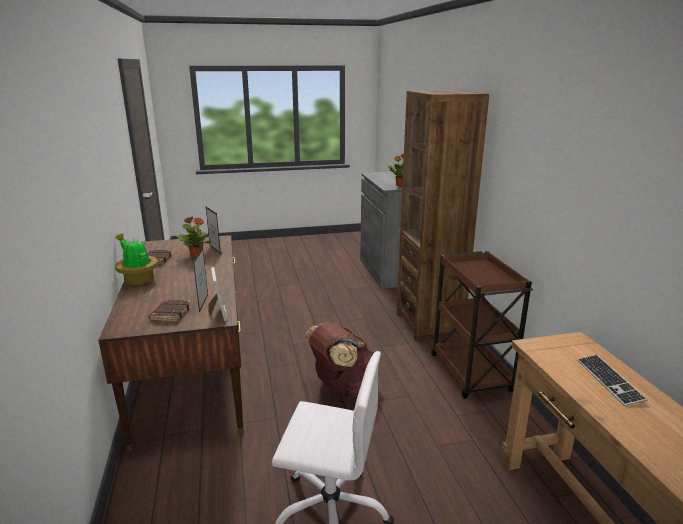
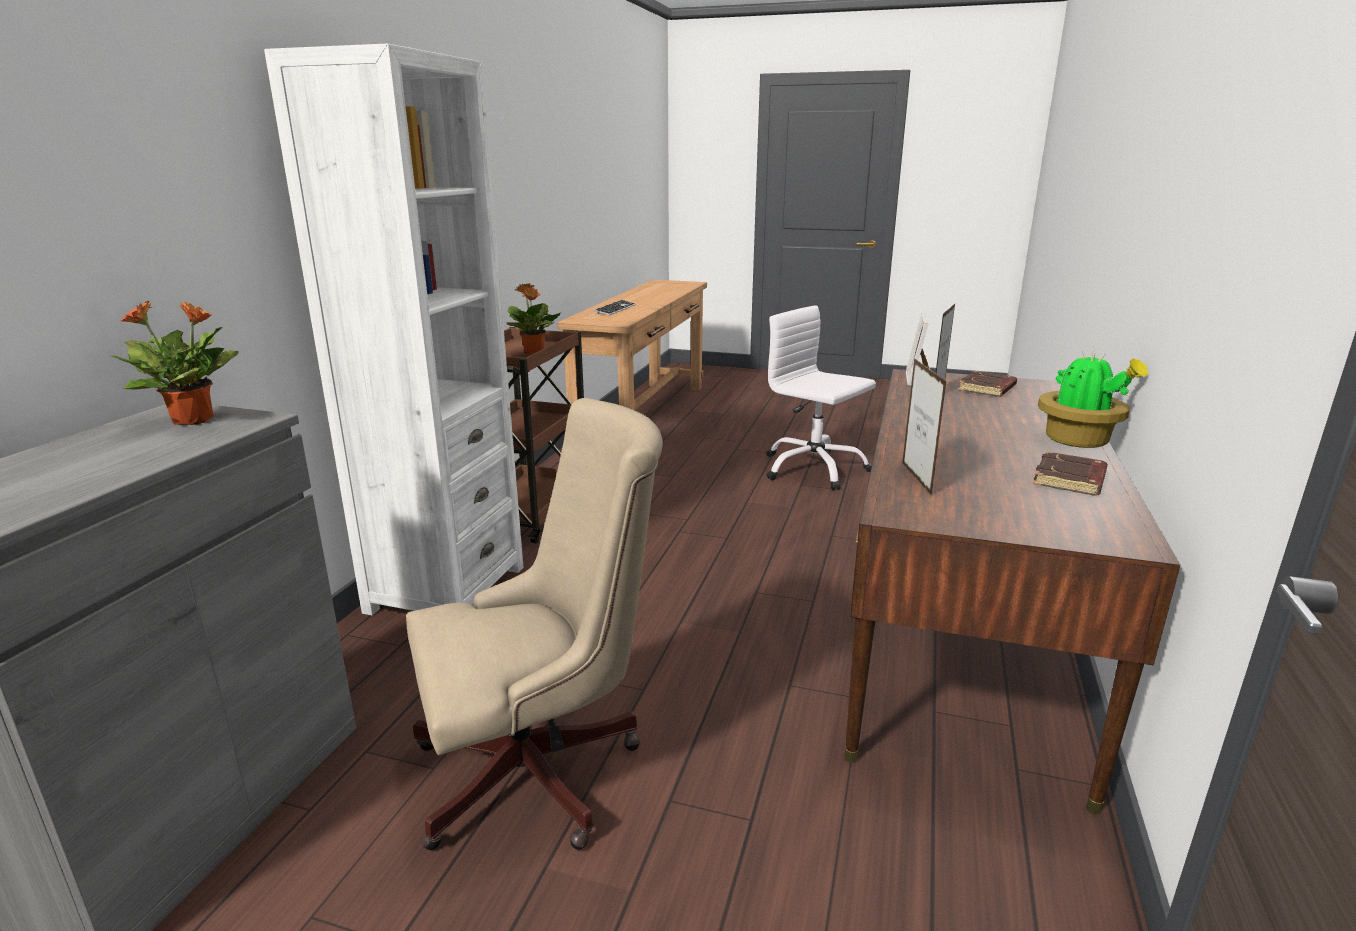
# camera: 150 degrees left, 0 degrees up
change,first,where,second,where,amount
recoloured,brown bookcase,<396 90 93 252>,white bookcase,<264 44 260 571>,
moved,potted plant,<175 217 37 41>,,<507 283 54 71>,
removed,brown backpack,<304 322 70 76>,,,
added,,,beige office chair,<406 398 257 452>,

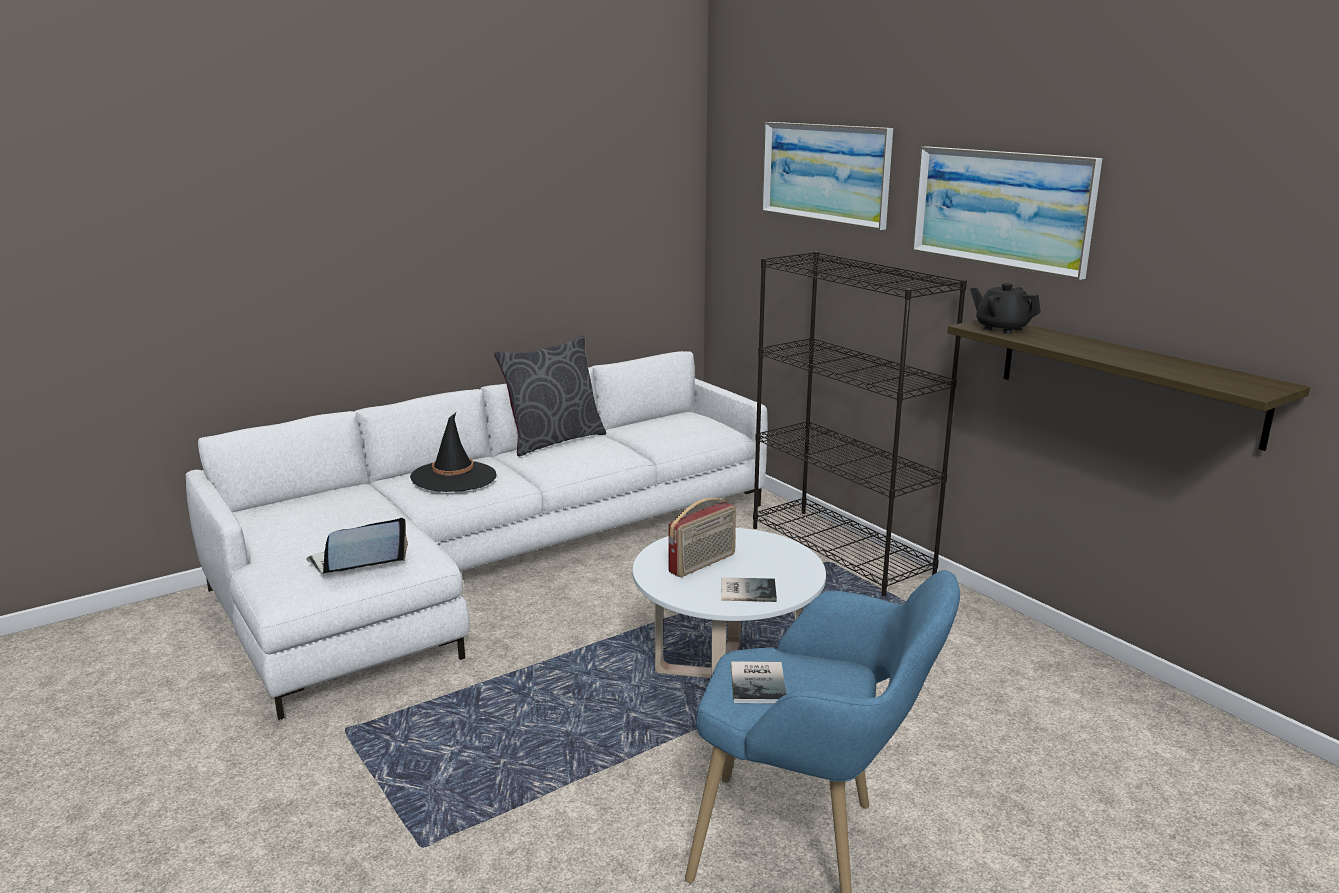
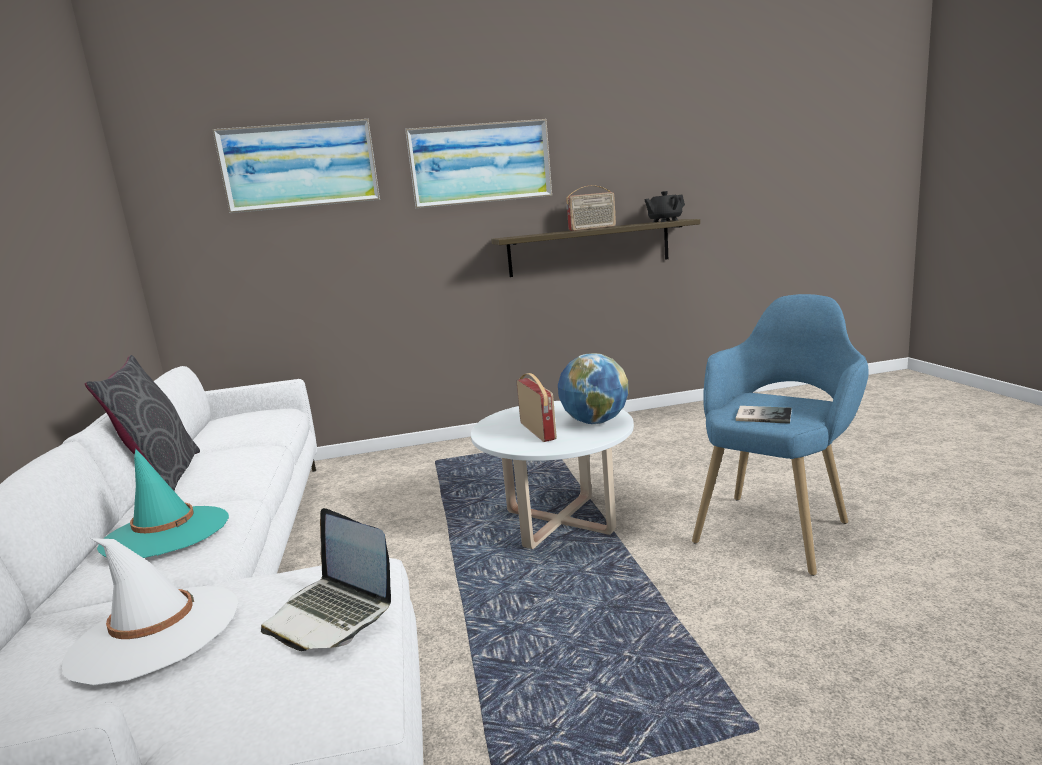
# camera: 65 degrees left, 5 degrees down
change,first,where,second,where,amount
removed,black bookcase,<753 251 214 345>,,,
moved,black teapot,<970 283 71 51>,,<644 191 41 32>,
recoloured,black hat,<410 413 86 79>,turquoise hat,<97 449 132 109>,
turned,laptop,<306 518 102 55>,,<261 508 130 143>,45 degrees counterclockwise
replaced,book,<721 577 56 25>,globe,<558 353 71 71>,
added,,,radio,<566 185 50 46>,
added,,,white hat,<62 538 176 148>,

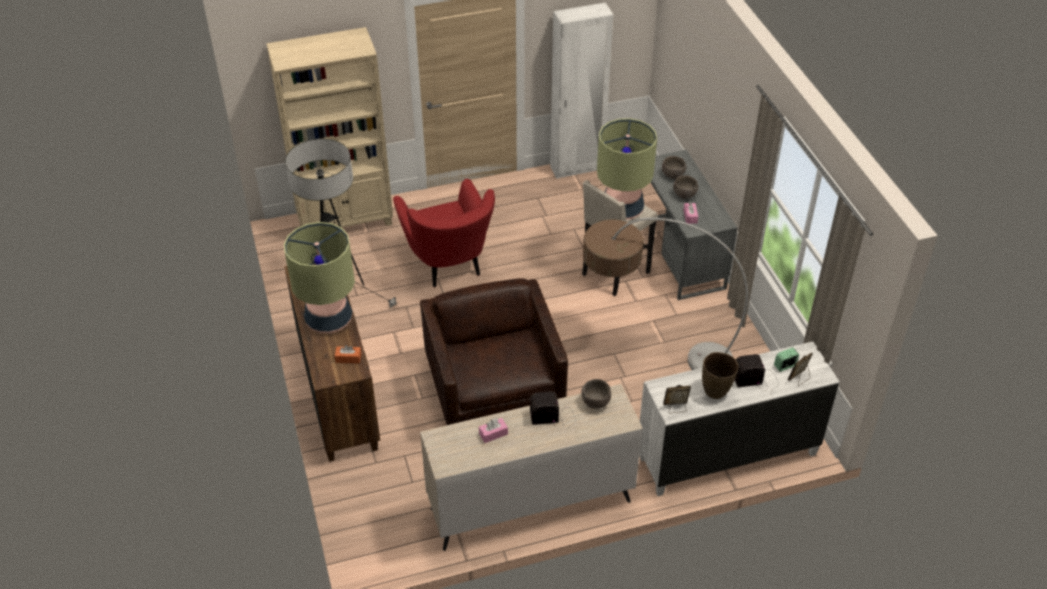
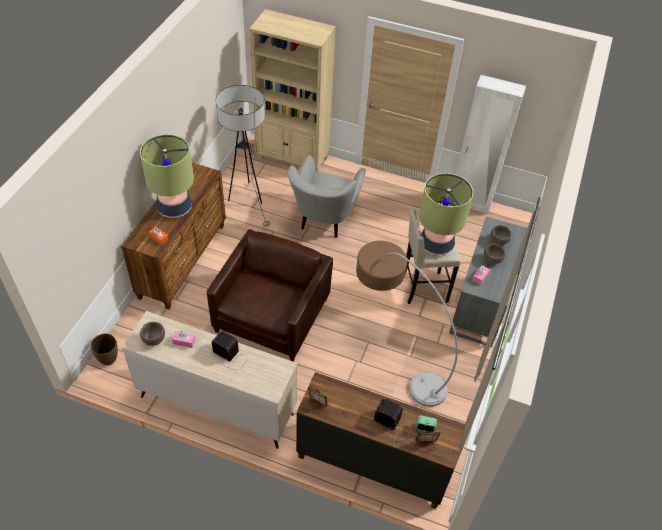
# camera: 35 degrees right, 5 degrees up
change,first,where,second,where,amount
recoloured,red armchair,<393 179 102 108>,grey armchair,<288 155 78 83>,
recoloured,white dresser,<640 341 200 155>,brown dresser,<296 372 170 137>,
moved,brown vase,<702 352 36 47>,,<91 333 27 32>,
moved,brown bowl,<581 379 30 30>,,<140 322 25 24>,

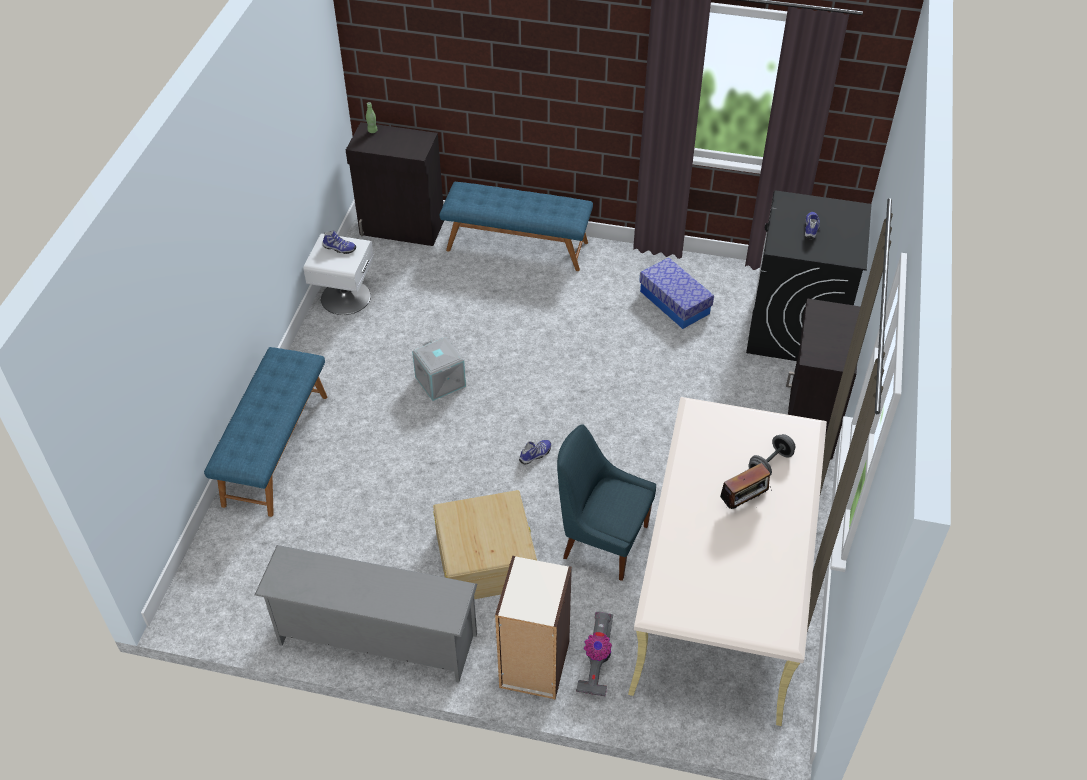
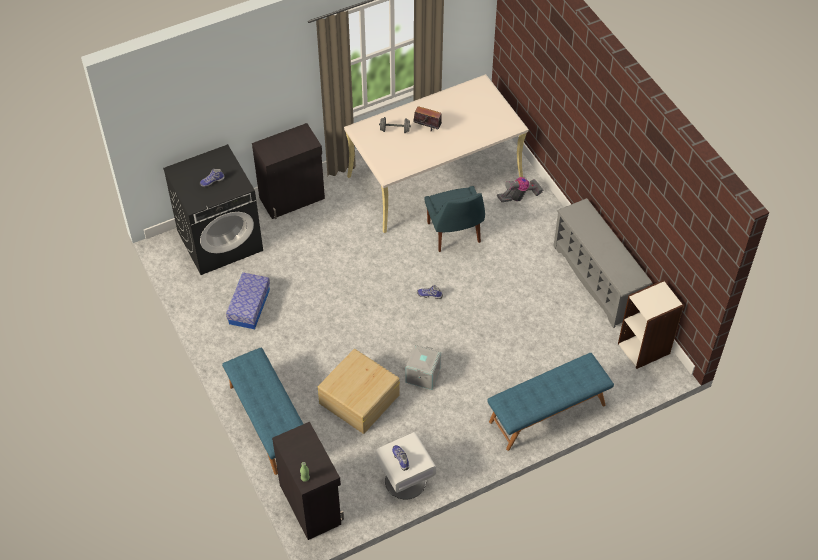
# camera: 130 degrees left, 5 degrees up
change,first,where,second,where,amount
moved,beige storage box,<433 490 104 109>,,<318 349 82 85>,
moved,bookcase,<495 556 77 143>,,<618 280 66 89>,

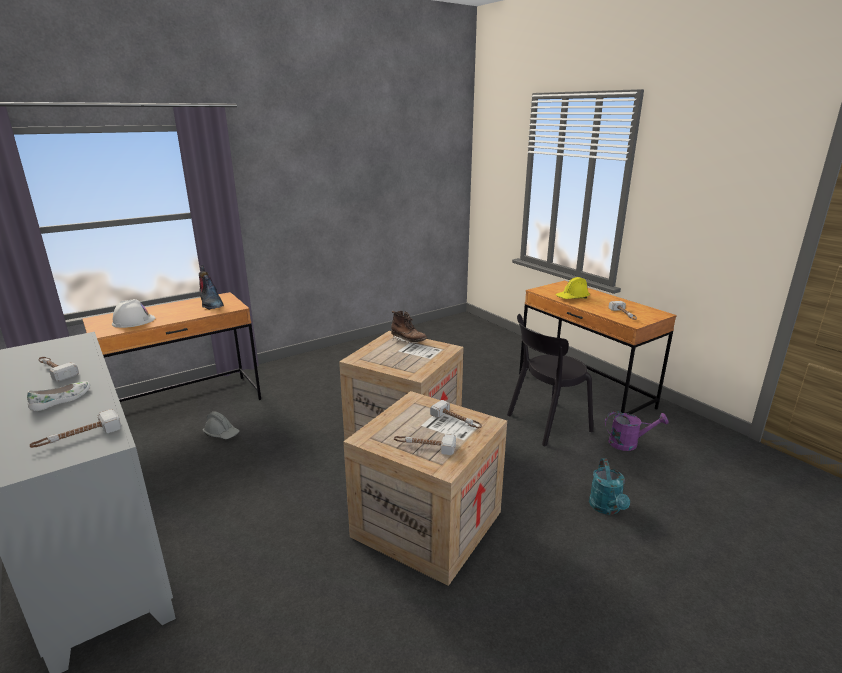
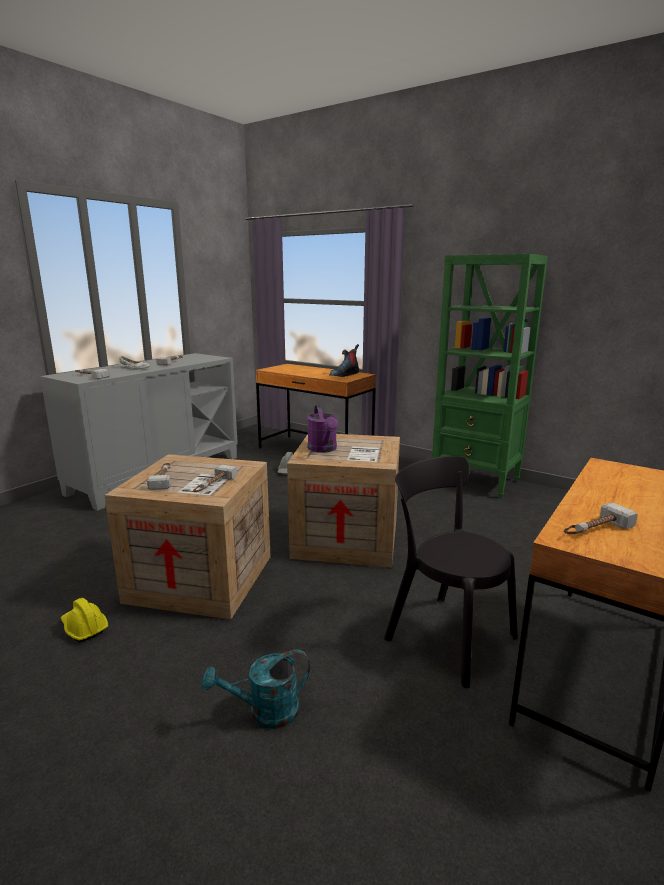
# camera: 70 degrees right, 5 degrees down
change,first,where,second,where,amount
moved,yellow hard hat,<556 277 34 22>,,<61 598 47 44>,
removed,white hard hat,<112 299 43 29>,,,
removed,brown boot,<391 311 36 33>,,,
moved,purple watering can,<605 411 64 40>,,<307 405 31 48>,
added,,,green bookcase,<432 254 116 245>,

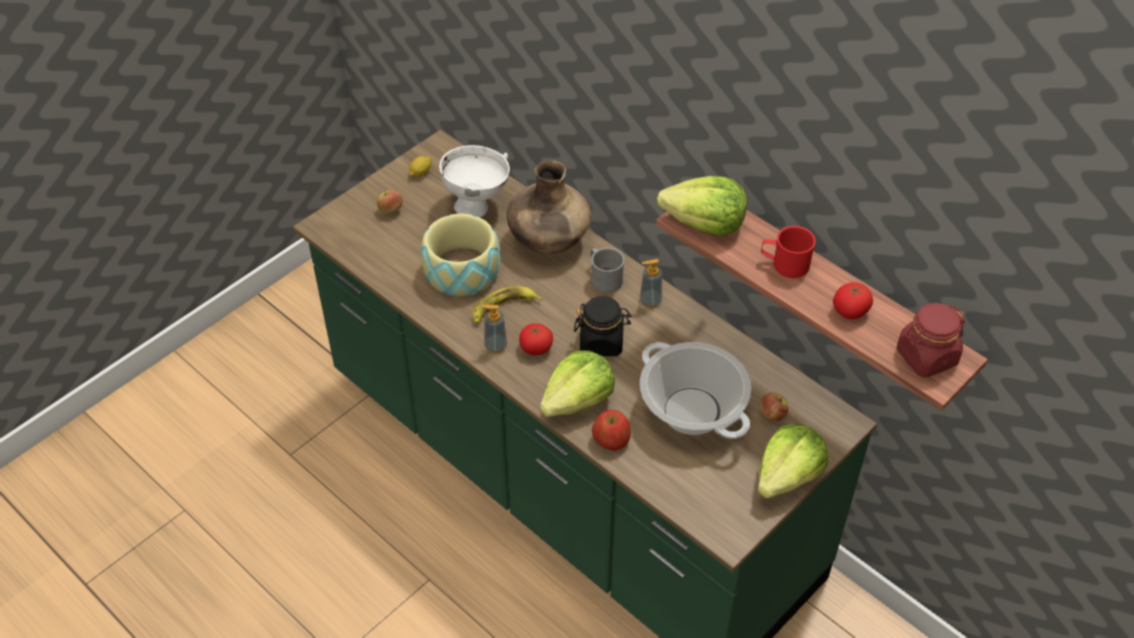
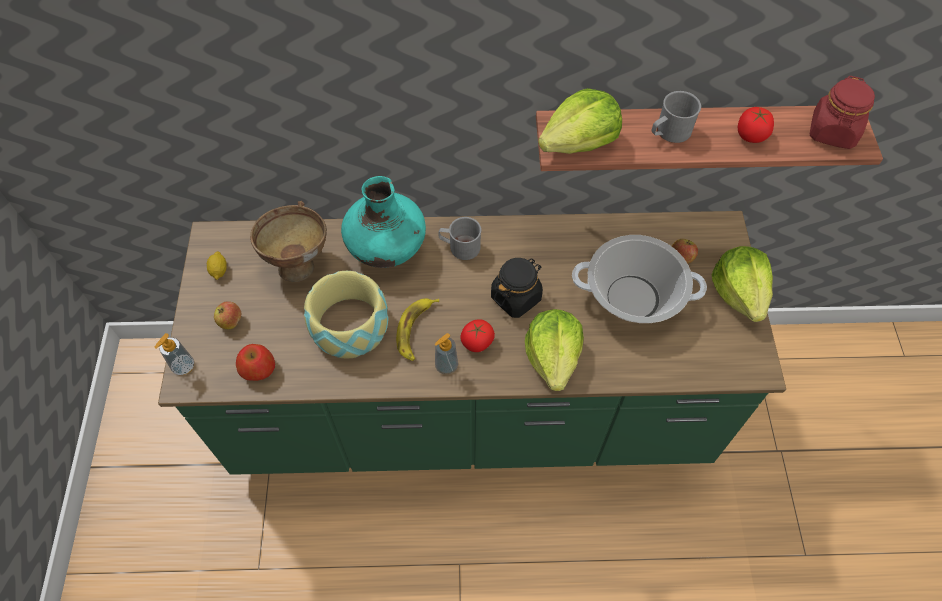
# camera: 45 degrees left, 10 degrees up
change,first,where,second,where,amount
recoloured,white bowl,<439 145 71 72>,brown bowl,<250 201 77 81>,
recoloured,brown vase,<507 161 84 92>,turquoise vase,<341 176 85 92>,
recoloured,red mug,<761 226 55 52>,grey mug,<651 91 50 52>,
moved,soap dispenser,<640 259 22 49>,,<154 333 40 42>,
moved,apple,<592 410 39 41>,,<236 344 39 37>,

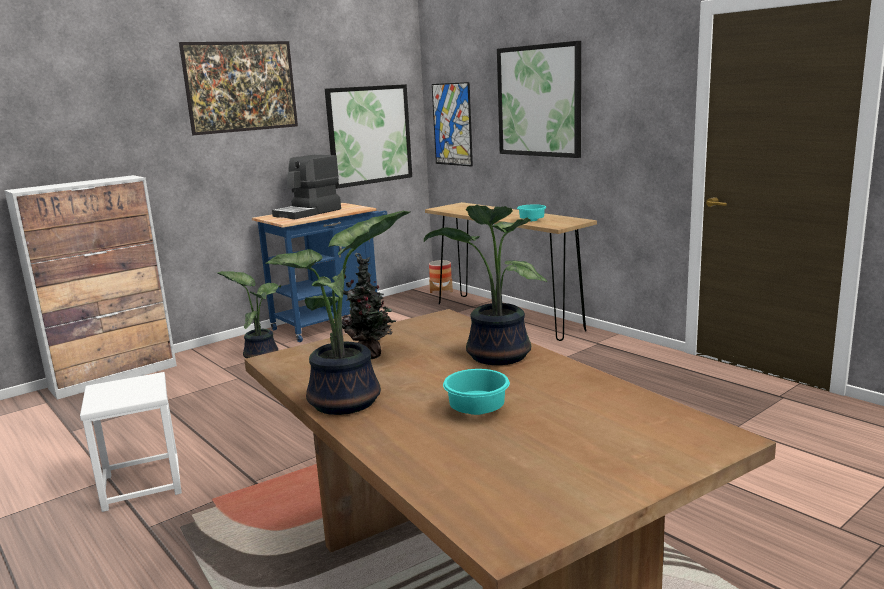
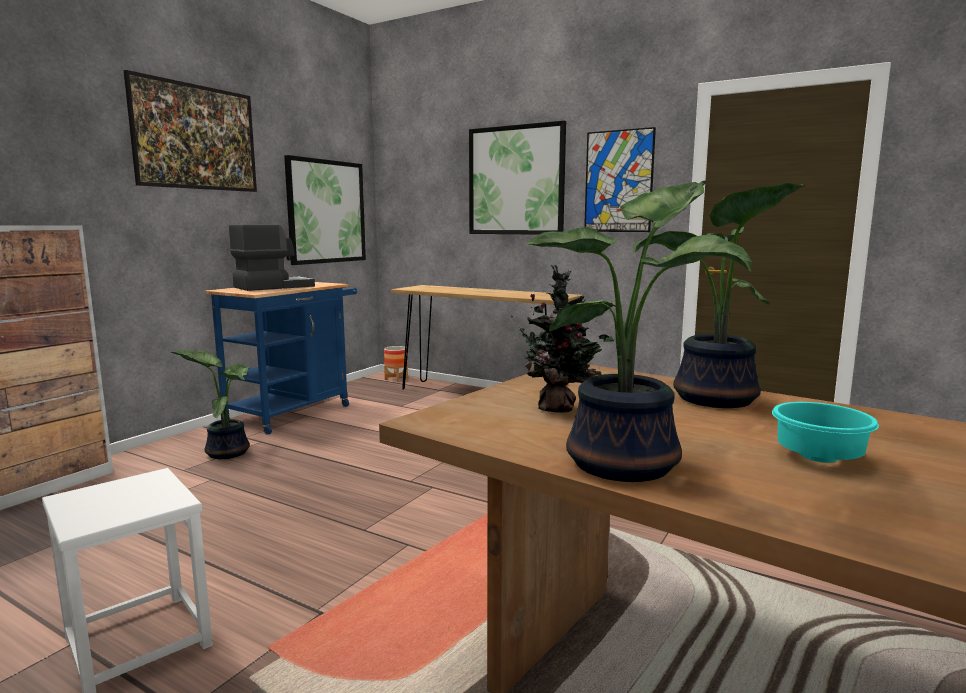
# camera: 20 degrees left, 5 degrees down
change,first,where,second,where,amount
moved,picture,<432 82 41 85>,,<584 127 72 105>,
turned,coffee machine,<272 155 69 64>,,<229 224 86 67>,150 degrees counterclockwise
removed,turquoise bowl,<517 204 30 17>,,,

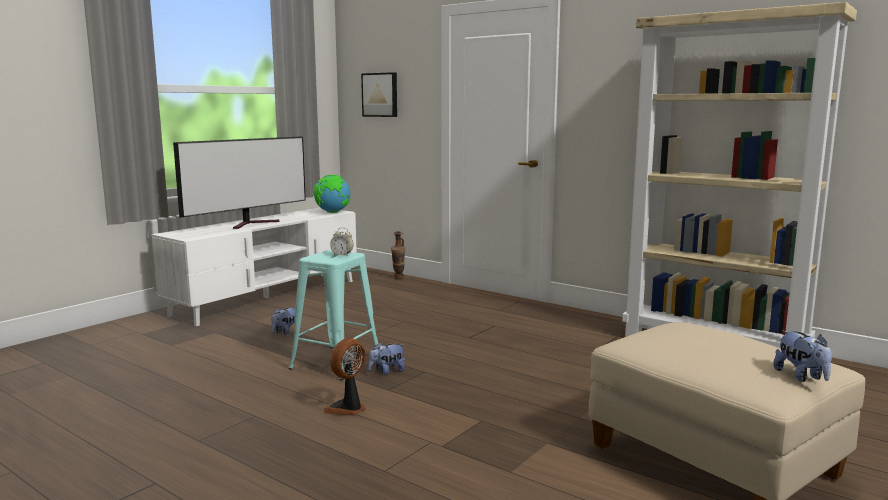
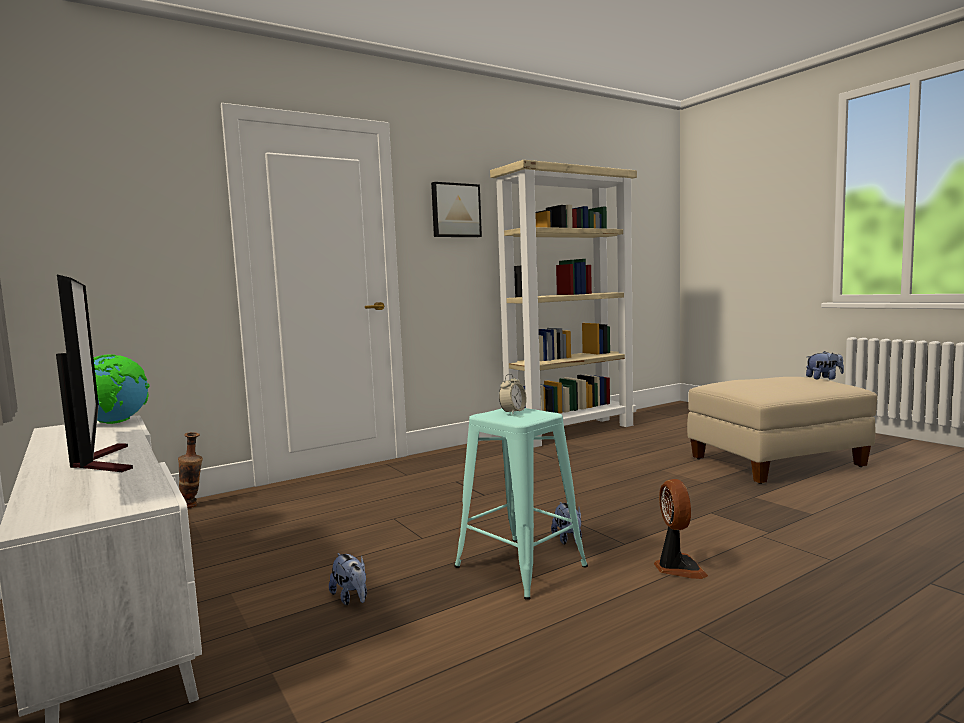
# camera: 70 degrees left, 5 degrees down
change,first,where,second,where,amount
moved,picture,<361 72 36 45>,,<431 182 51 55>,
turned,fan,<323 338 43 77>,,<654 479 54 100>,150 degrees counterclockwise

